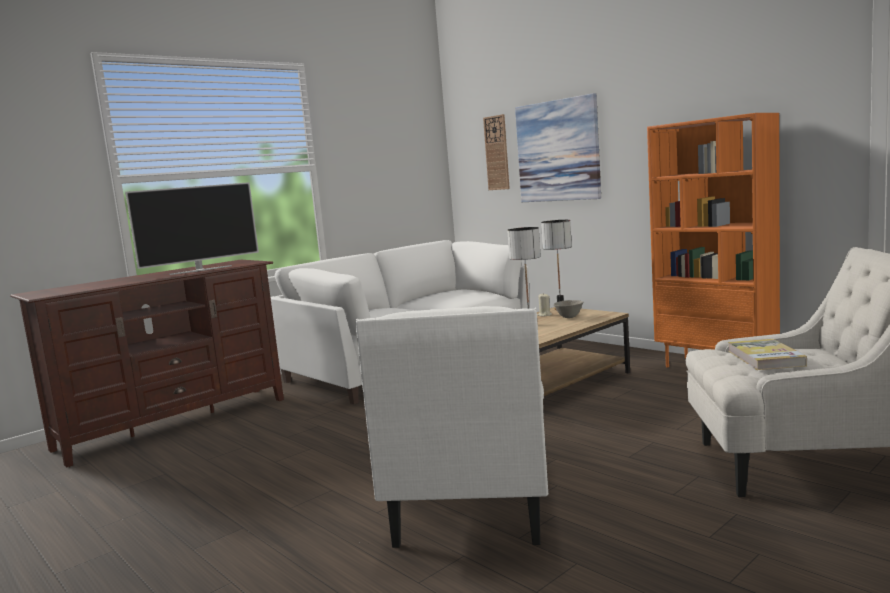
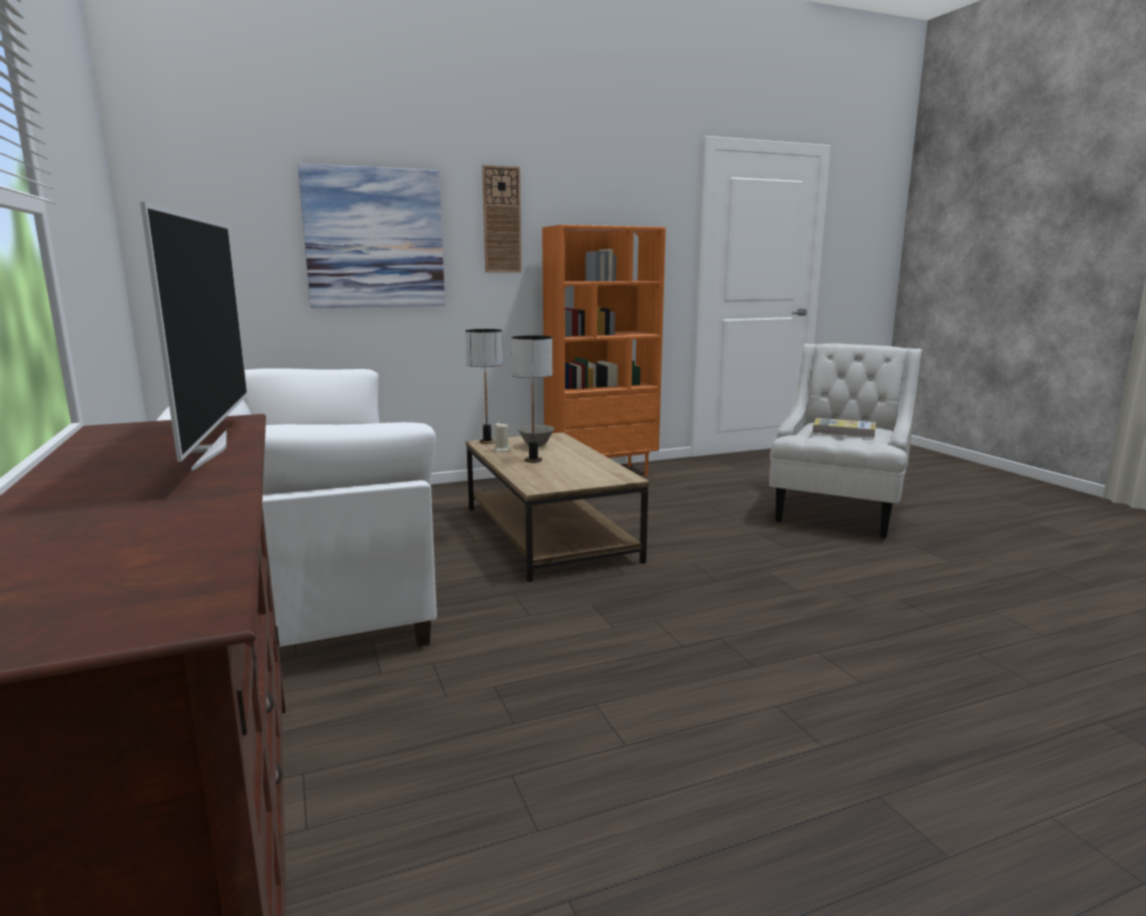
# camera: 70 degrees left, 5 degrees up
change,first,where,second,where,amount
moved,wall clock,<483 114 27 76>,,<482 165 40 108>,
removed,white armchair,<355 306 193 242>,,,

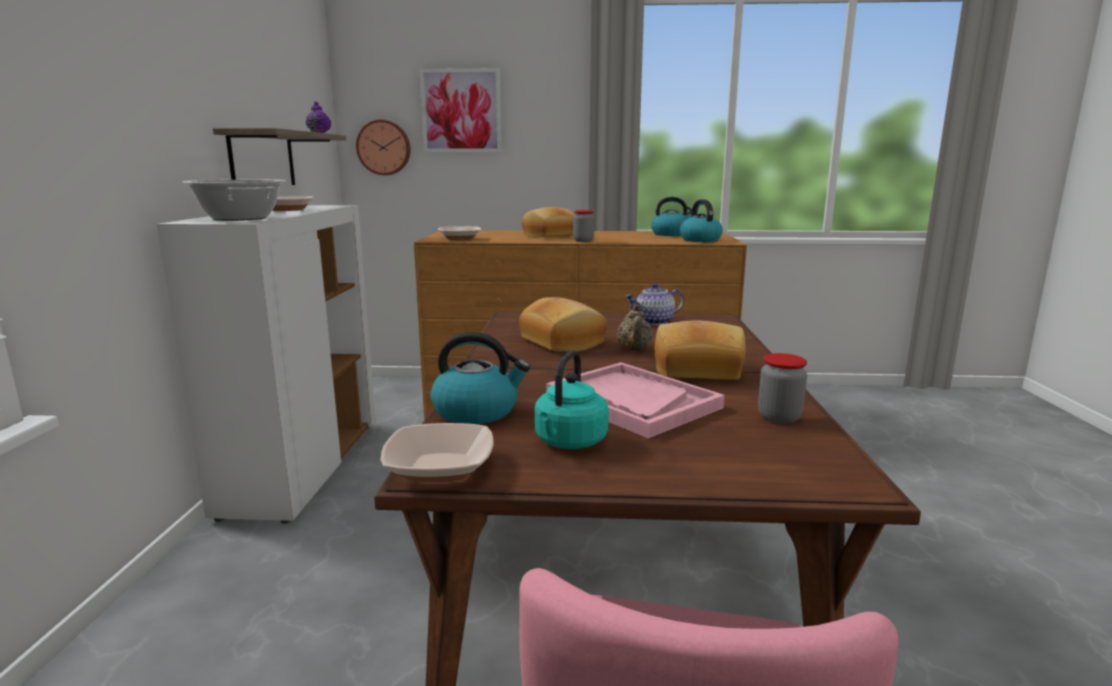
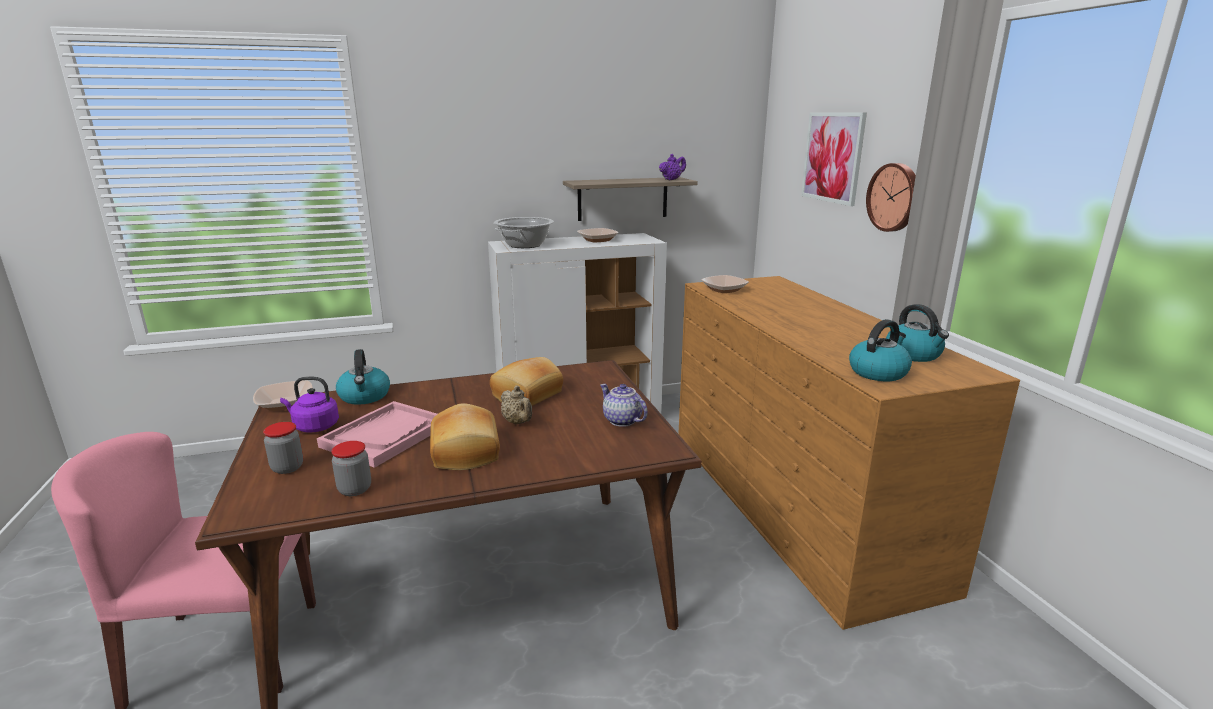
# camera: 70 degrees right, 5 degrees up
change,first,where,second,where,amount
moved,wall clock,<356 120 55 55>,,<866 163 50 69>,
removed,bread,<522 207 53 30>,,,
moved,jar,<573 210 21 32>,,<263 422 40 52>,
turned,beige teapot,<617 305 36 45>,,<501 386 31 38>,105 degrees counterclockwise
recoloured,turquoise kettle,<535 351 74 98>,purple kettle,<280 377 59 56>,

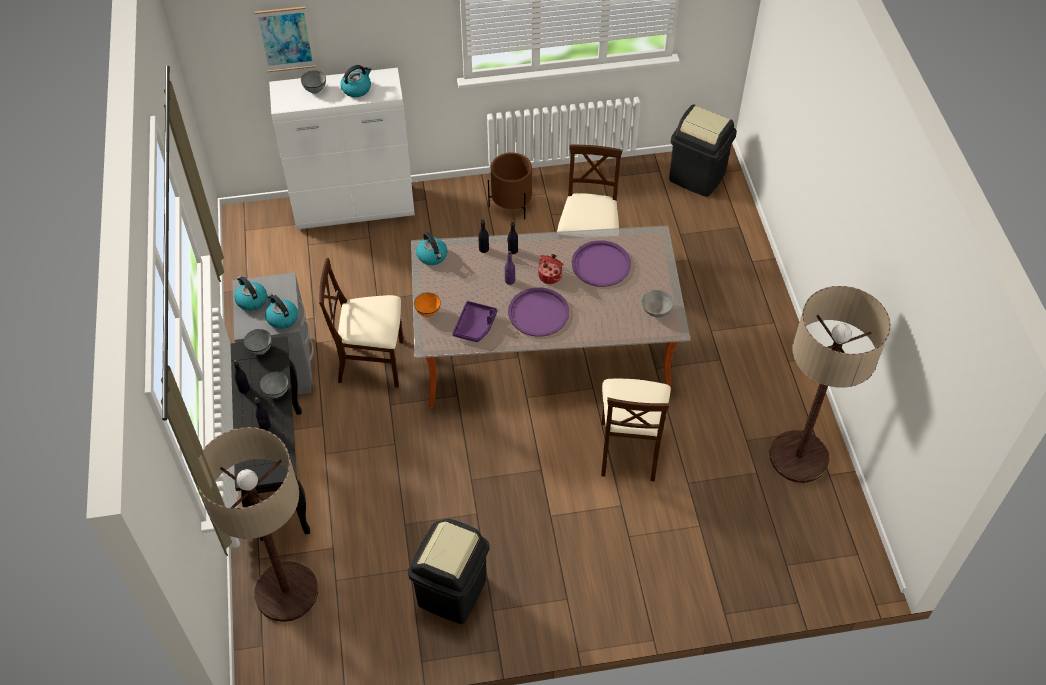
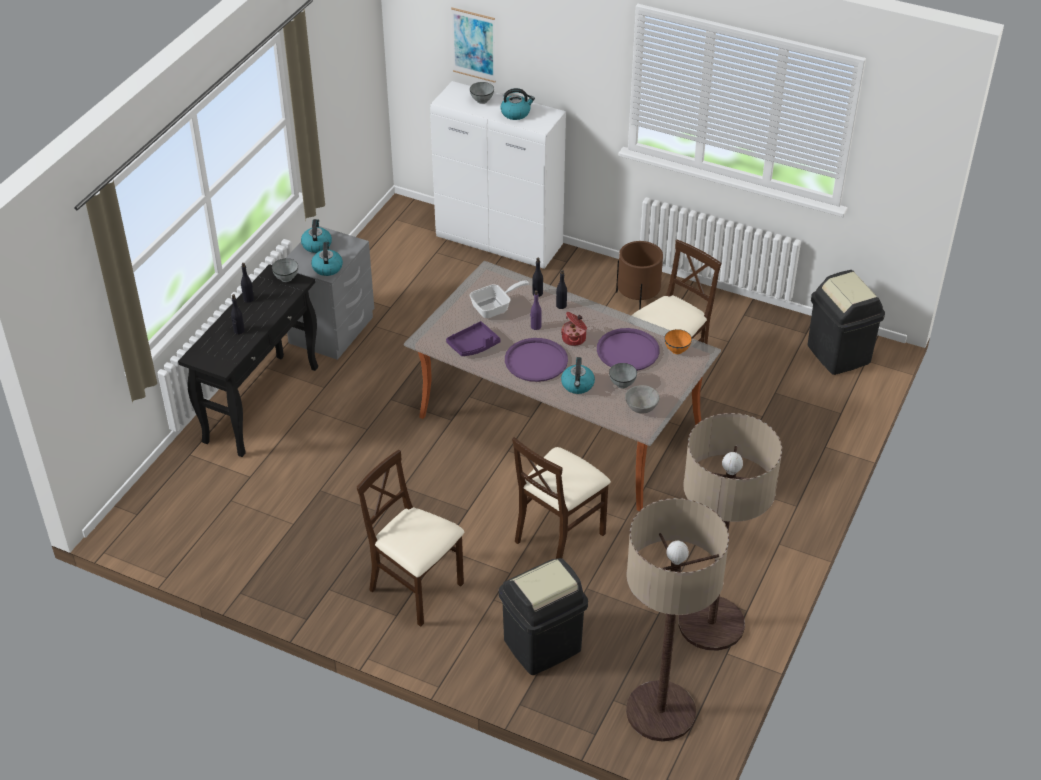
# camera: 35 degrees right, 10 degrees down
change,first,where,second,where,amount
moved,kettle,<416 232 31 33>,,<561 357 34 37>,
moved,beige chair,<319 258 85 130>,,<356 450 108 177>,
moved,orange bowl,<414 292 27 25>,,<665 329 27 25>,
moved,grey bowl,<260 371 29 27>,,<609 363 28 26>,
moved,floor lamp,<197 427 121 195>,,<626 498 103 244>,
moved,black trash can,<408 518 81 106>,,<499 558 89 117>,
added,,,frying pan,<470 280 59 38>,

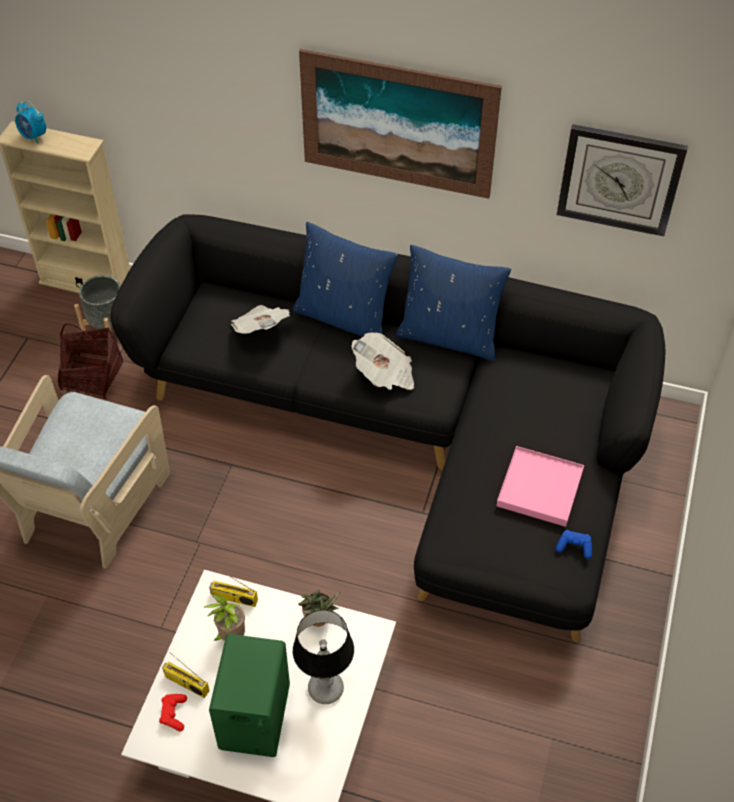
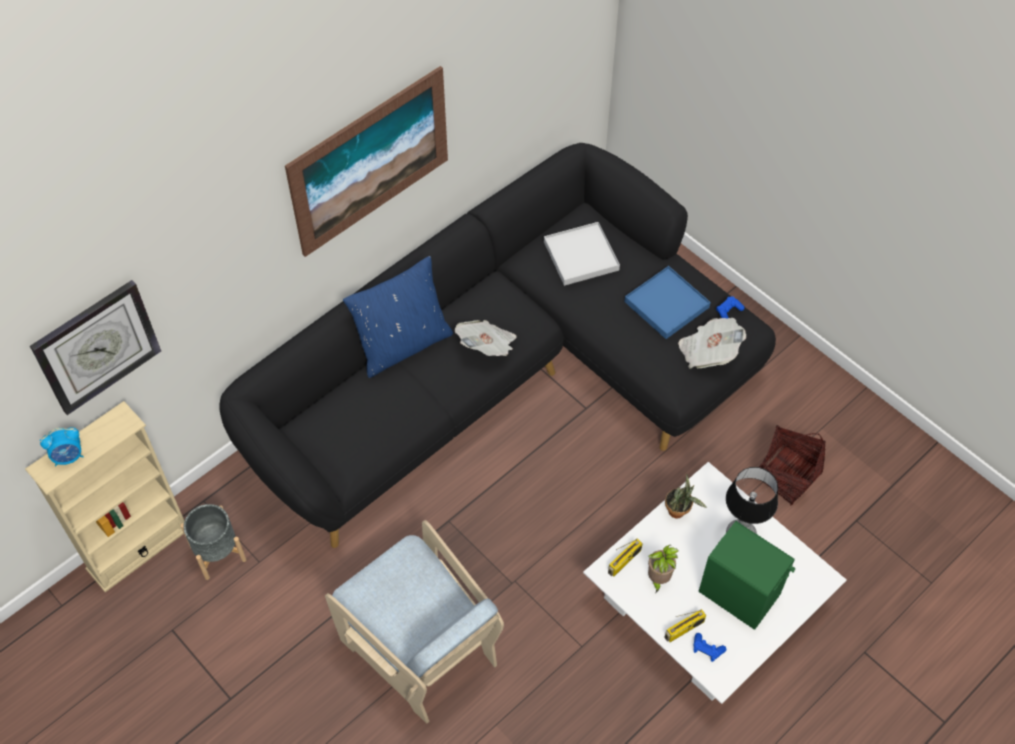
# camera: 60 degrees left, 5 degrees up
change,first,where,second,where,amount
moved,wall clock,<557 124 131 113>,,<30 280 131 135>,
removed,blue pillow,<396 245 115 116>,,,
moved,newspaper,<231 305 59 29>,,<678 318 68 50>,
moved,basket,<58 324 65 75>,,<759 425 66 81>,
recoloured,pink tray,<496 446 88 81>,blue tray,<624 266 87 73>,
recoloured,red game controller,<159 694 28 37>,blue game controller,<694 633 32 29>,
added,,,white tray,<544 222 76 64>,

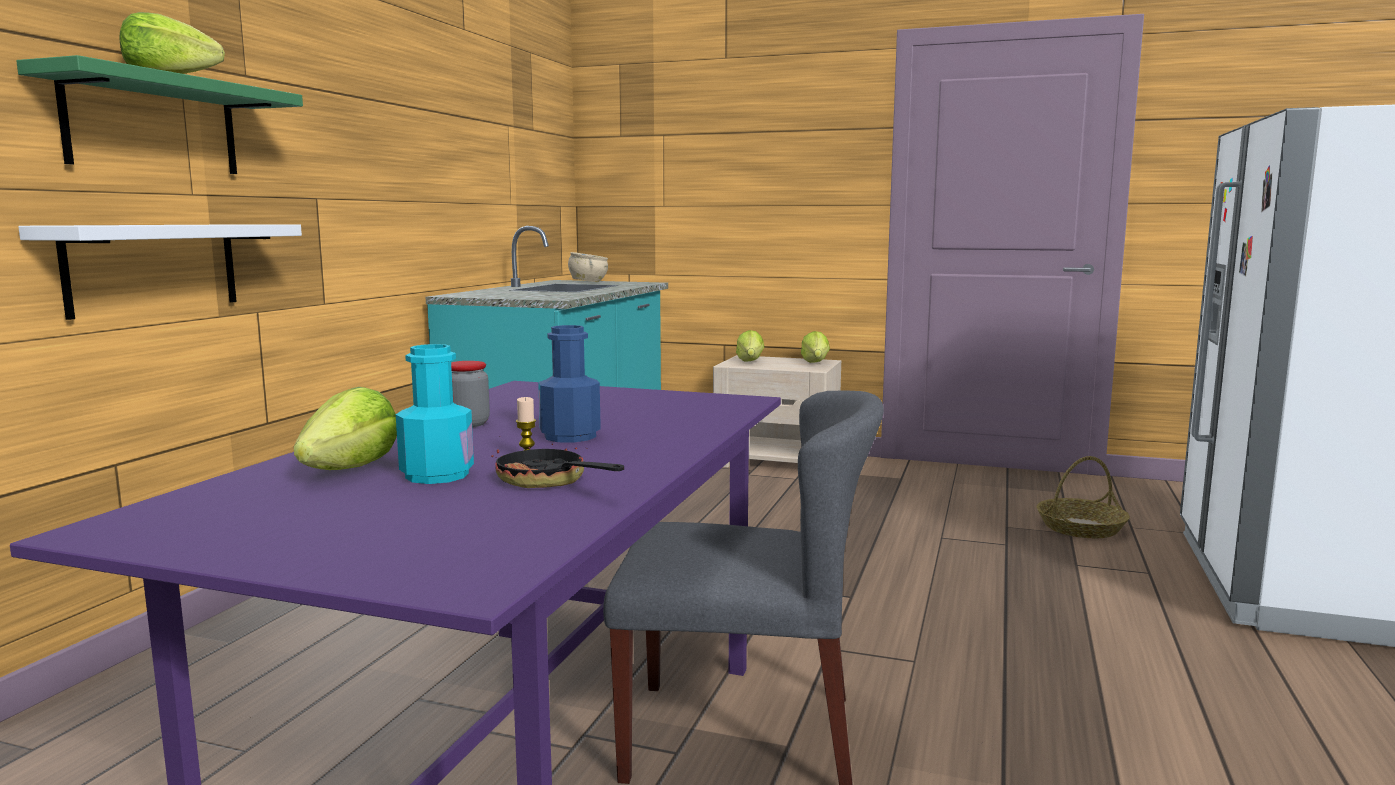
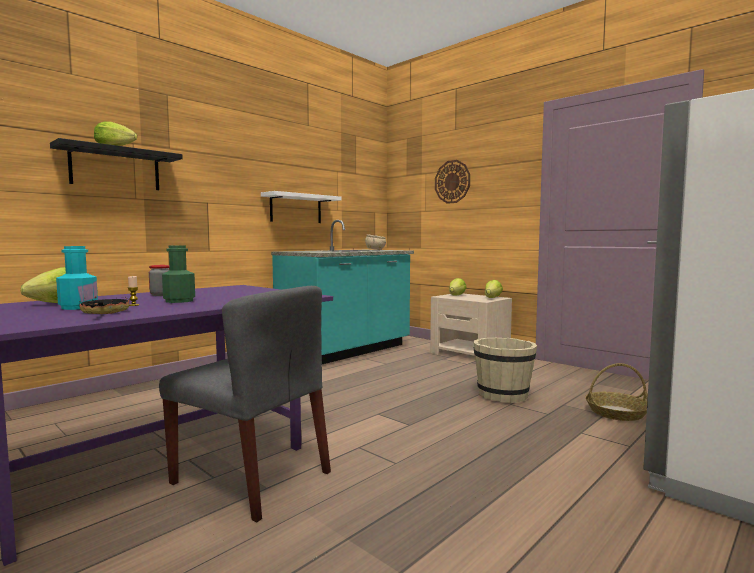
# camera: 25 degrees right, 5 degrees down
change,first,where,second,where,amount
recoloured,green shelf,<16 55 287 119>,black shelf,<50 138 133 52>,
moved,white shelf,<18 224 284 96>,,<261 191 81 32>,
recoloured,blue bottle,<538 325 63 118>,green bottle,<162 245 33 58>,
added,,,wall clock,<435 160 35 44>,
added,,,beige bucket,<474 338 63 65>,

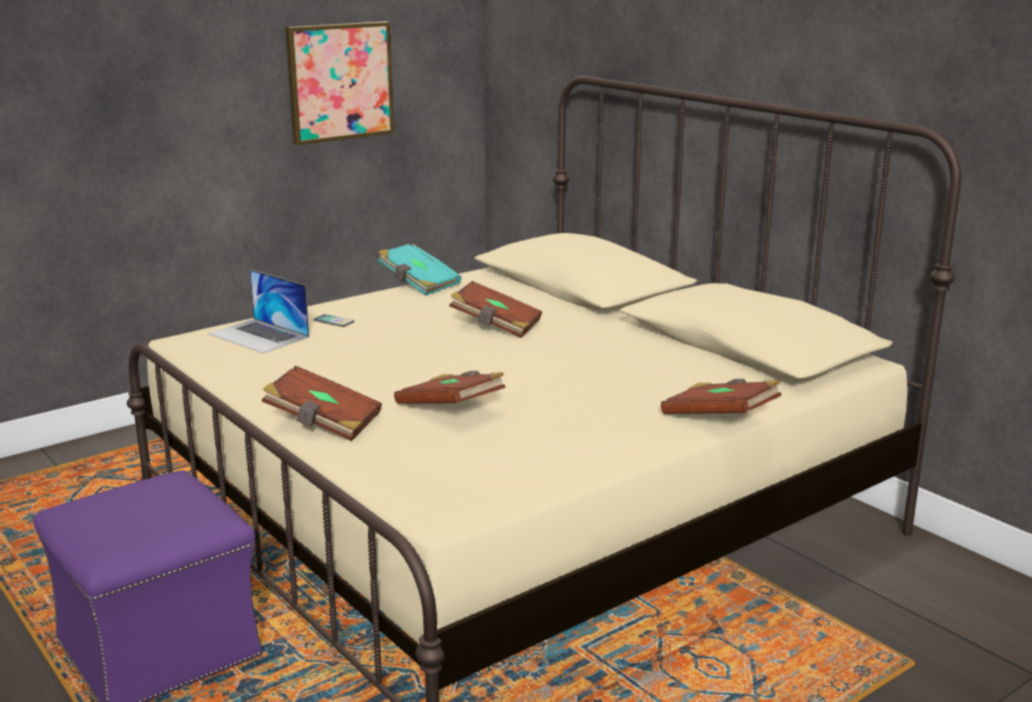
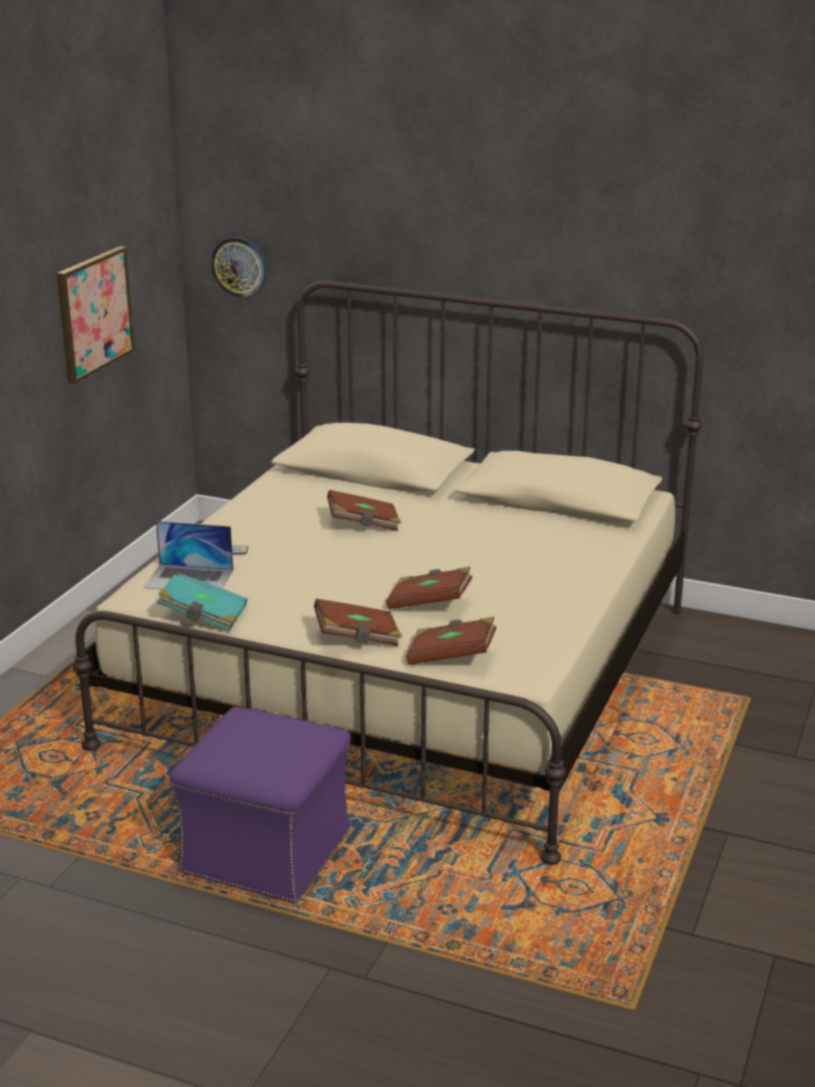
# camera: 30 degrees left, 5 degrees up
change,first,where,second,where,amount
moved,turquoise book,<378 243 84 53>,,<157 571 91 60>,
moved,brown book,<661 379 121 35>,,<406 617 90 48>,
added,,,wall clock,<211 237 56 61>,

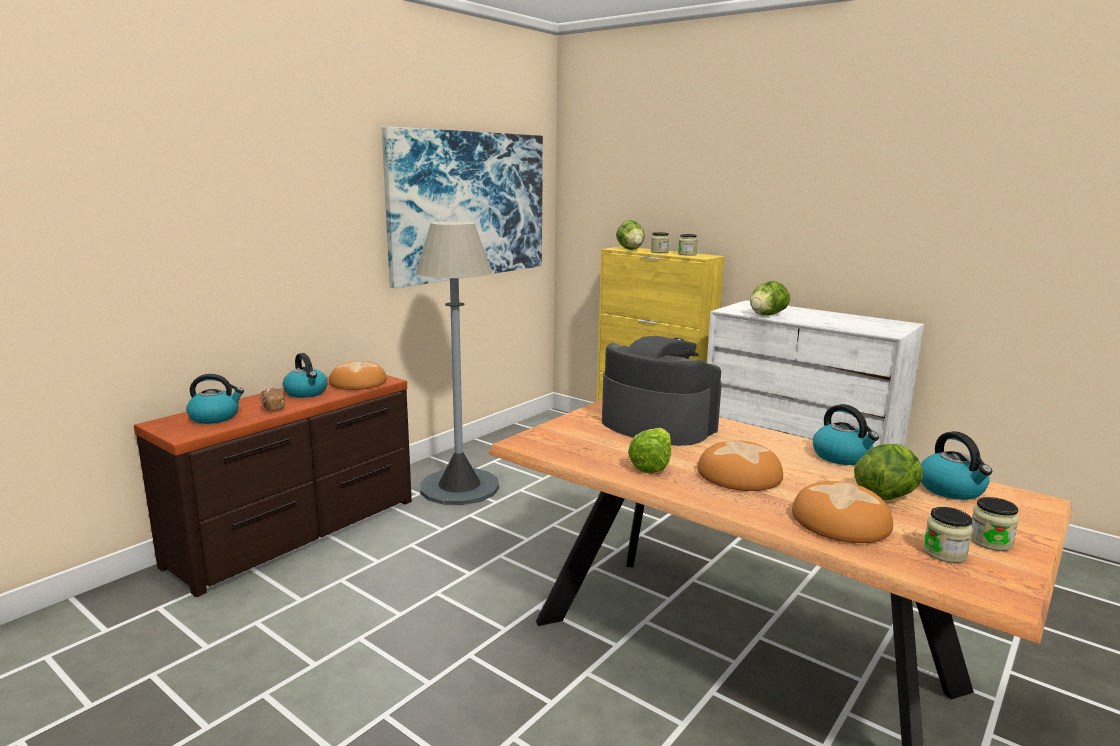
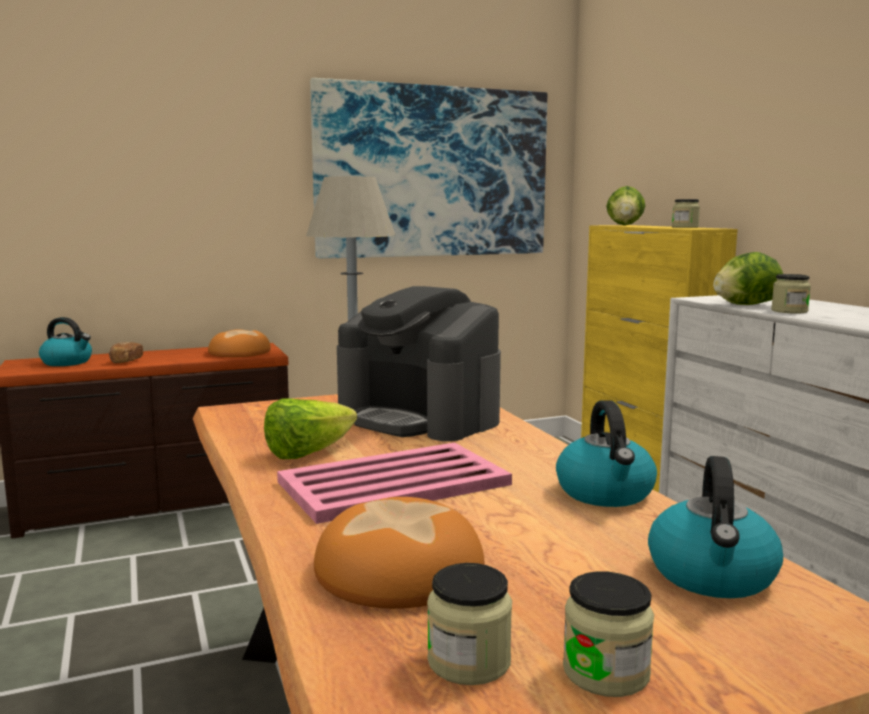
# camera: 30 degrees right, 5 degrees down
change,first,where,second,where,amount
moved,jar,<651 232 18 21>,,<771 274 40 40>,
turned,coffee machine,<602 336 120 110>,,<337 286 164 155>,150 degrees clockwise
removed,kettle,<283 353 45 45>,,,
replaced,bread,<698 441 85 50>,pink tray,<277 442 235 82>,
removed,lettuce,<854 444 69 56>,,,

